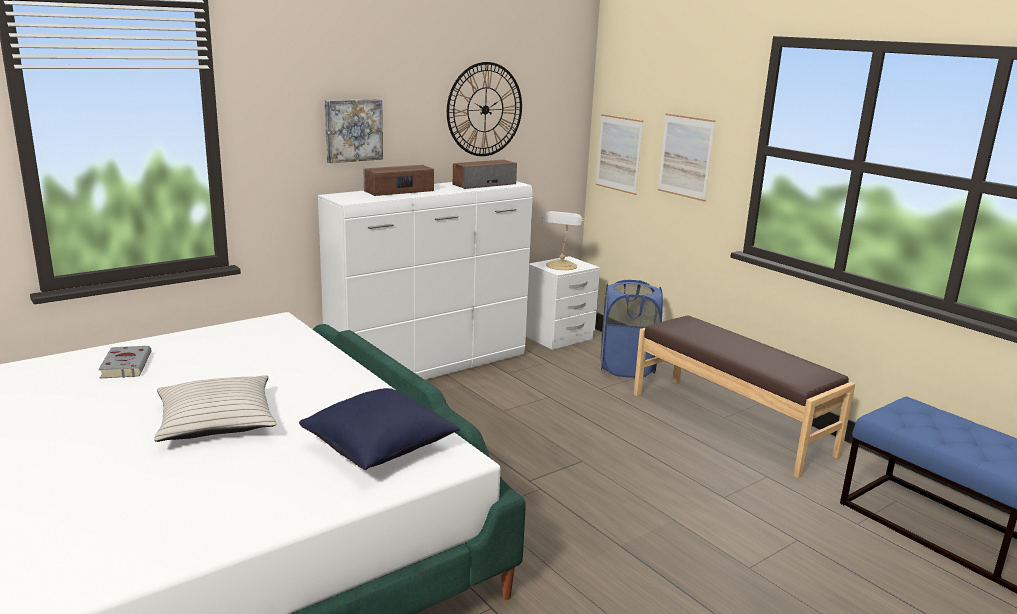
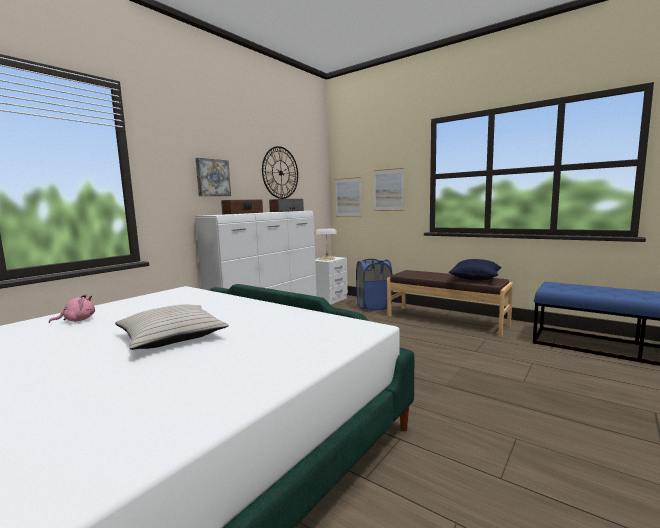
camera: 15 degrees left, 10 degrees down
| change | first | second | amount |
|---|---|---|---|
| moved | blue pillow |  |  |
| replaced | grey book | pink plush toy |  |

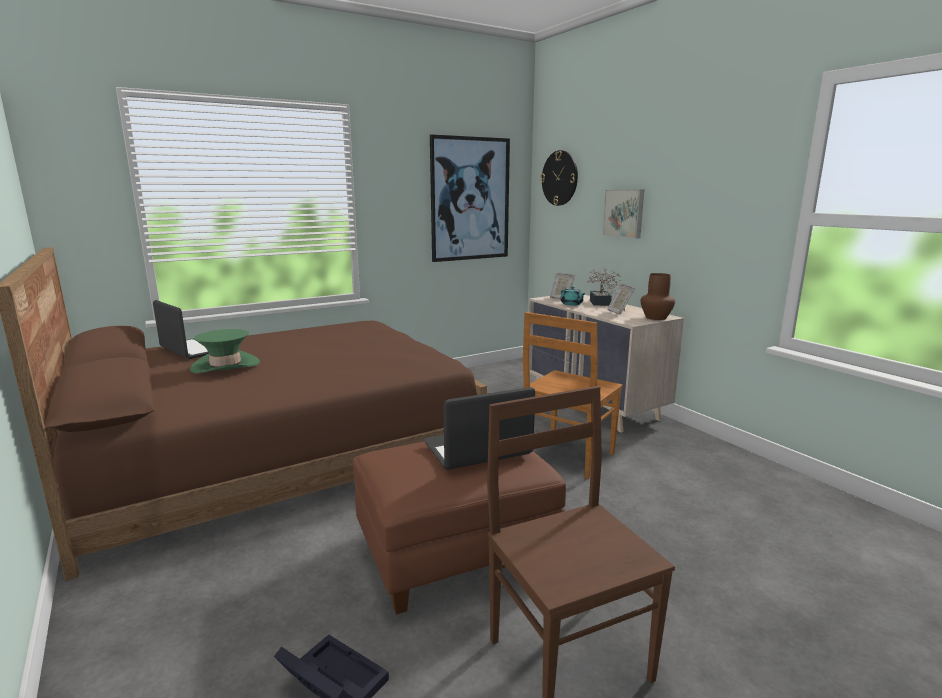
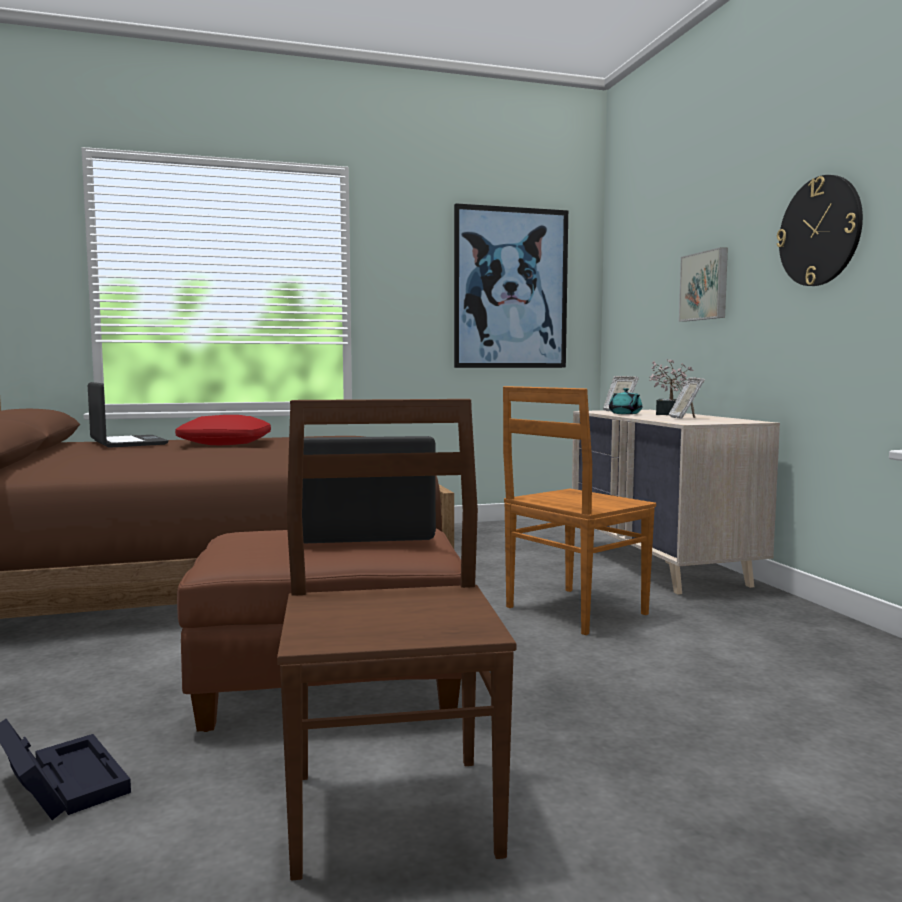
camera: 15 degrees right, 10 degrees down
| change | first | second | amount |
|---|---|---|---|
| removed | green hat |  |  |
| removed | brown vase |  |  |
| added |  | red pillow |  |
| moved | wall clock |  |  |

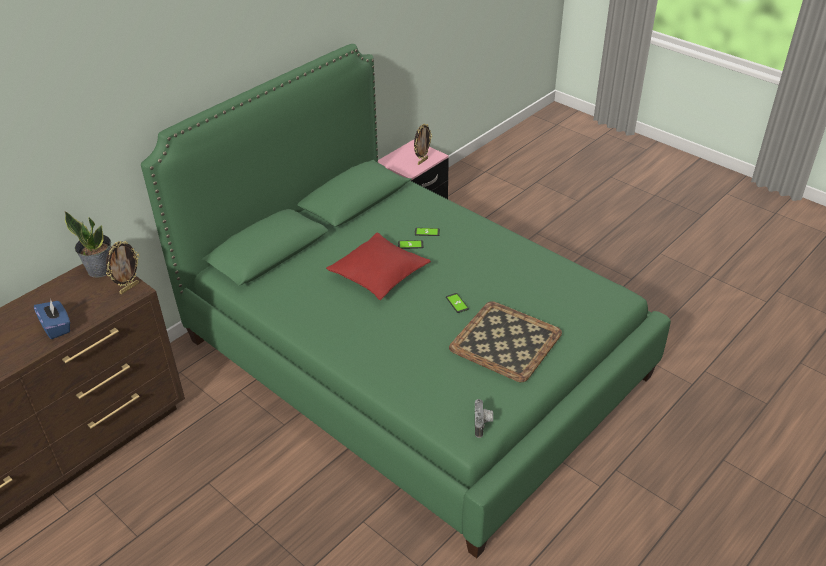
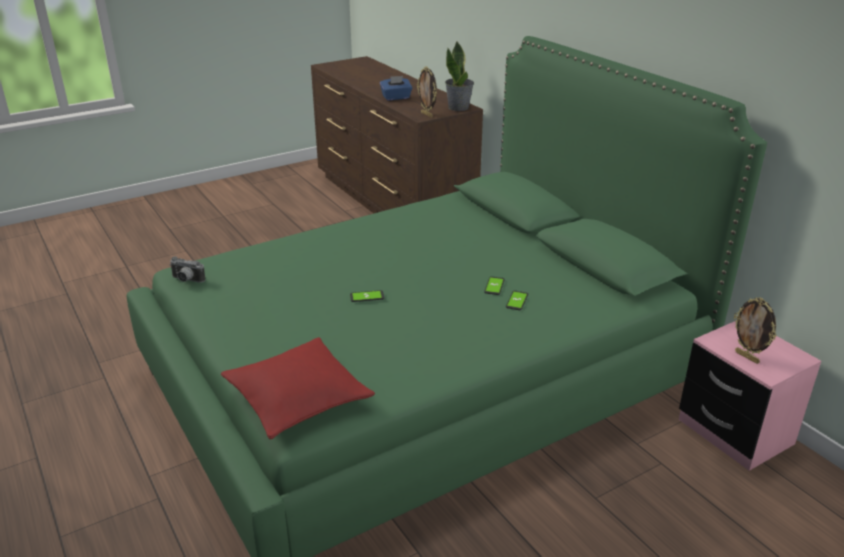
camera: 105 degrees right, 10 degrees down
| change | first | second | amount |
|---|---|---|---|
| removed | tray |  |  |
| moved | red pillow |  |  |

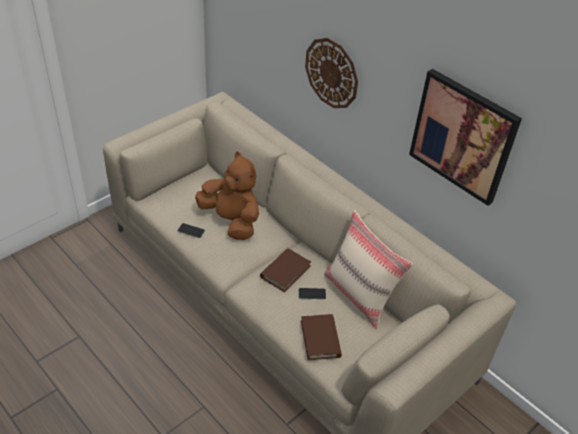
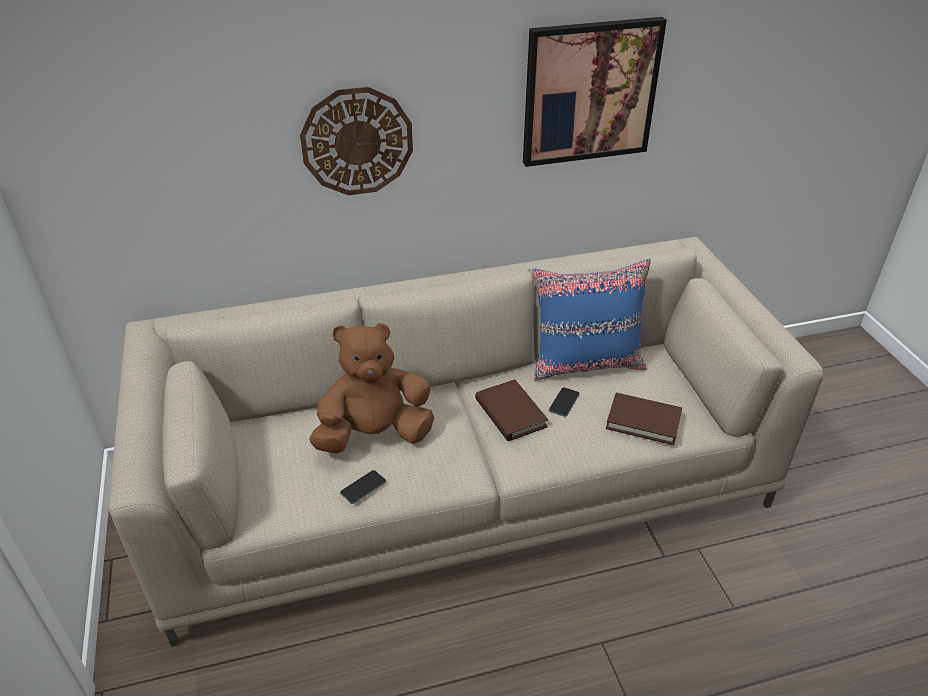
camera: 60 degrees left, 5 degrees down
| change | first | second | amount |
|---|---|---|---|
| recoloured | beige pillow | blue pillow |  |

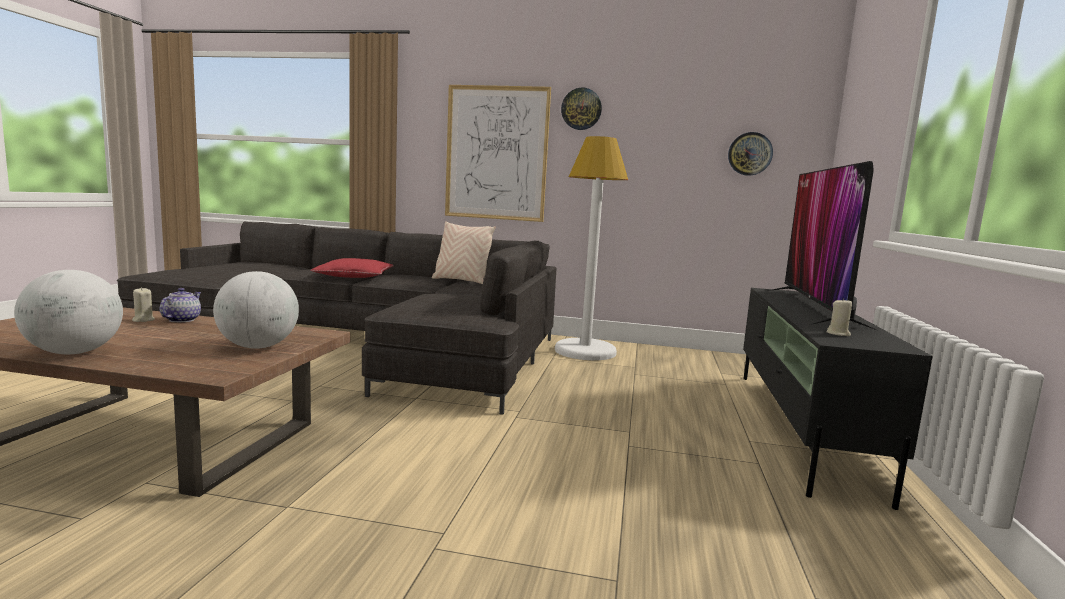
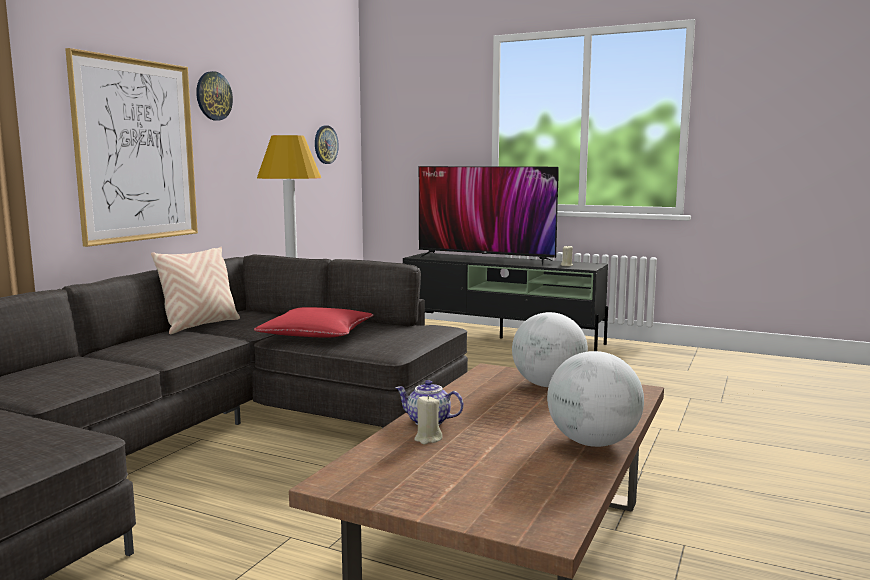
camera: 75 degrees left, 0 degrees up
| change | first | second | amount |
|---|---|---|---|
| moved | red pillow |  |  |

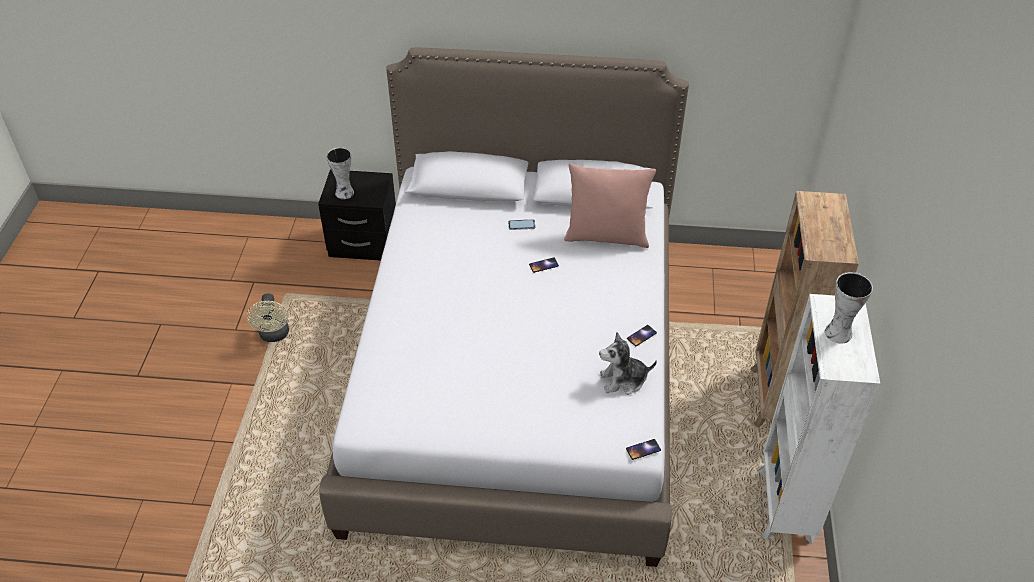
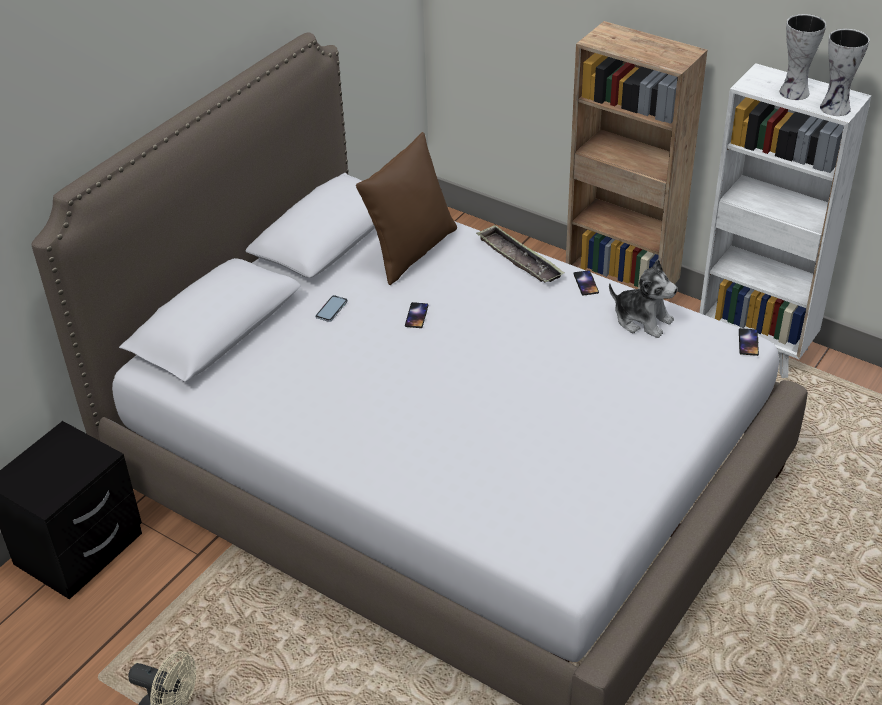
camera: 60 degrees left, 5 degrees down
| change | first | second | amount |
|---|---|---|---|
| added |  | tray |  |
| moved | vase (1st from left in the first image) | vase (2nd from left) |  |
| recoloured | pink pillow | brown pillow |  |
| turned | plush toy |  | 75 degrees counterclockwise |

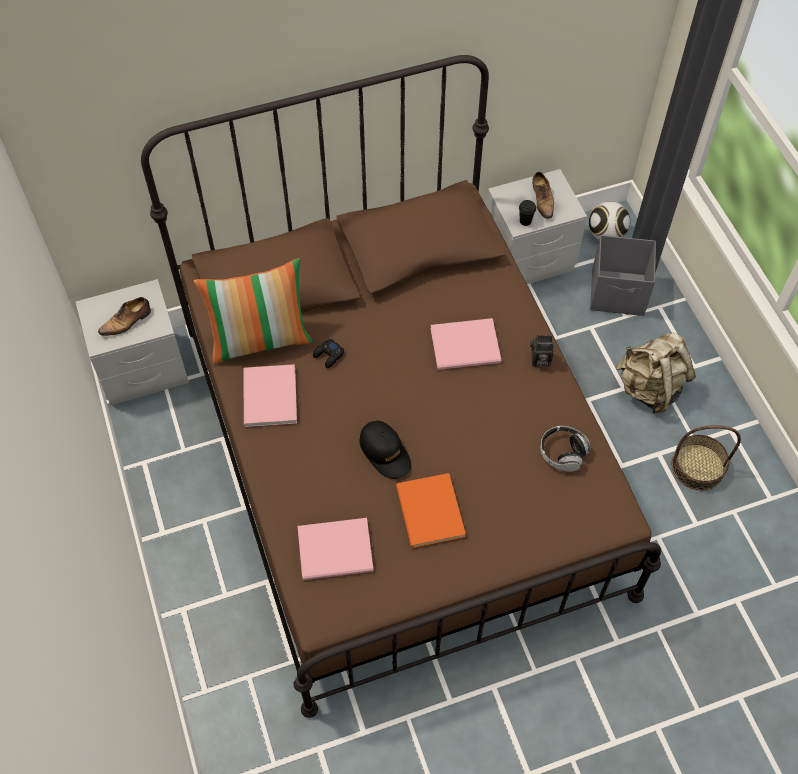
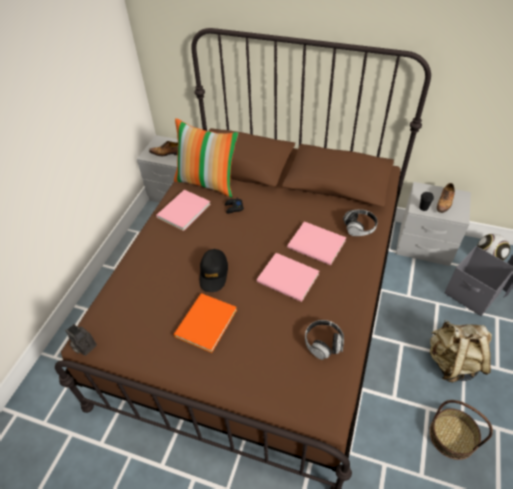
camera: 40 degrees right, 10 degrees down
| change | first | second | amount |
|---|---|---|---|
| added |  | headphones (2nd from left) |  |
| moved | pink book (2nd from left) |  |  |
| moved | photo camera |  |  |

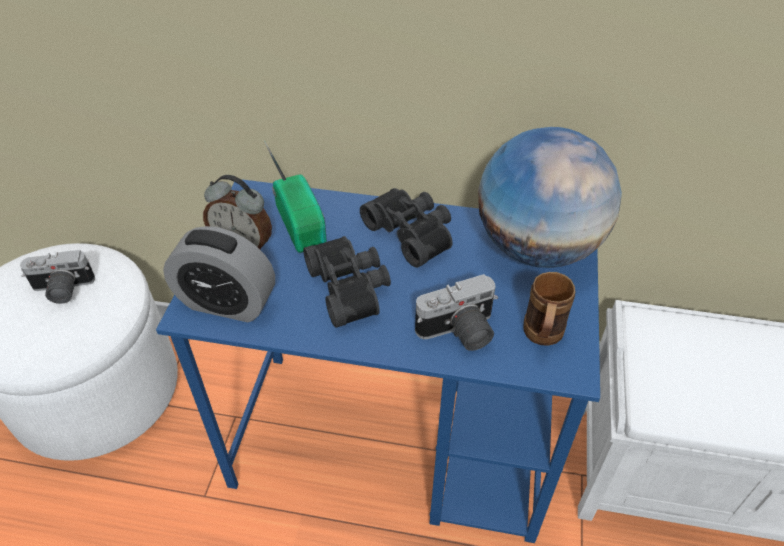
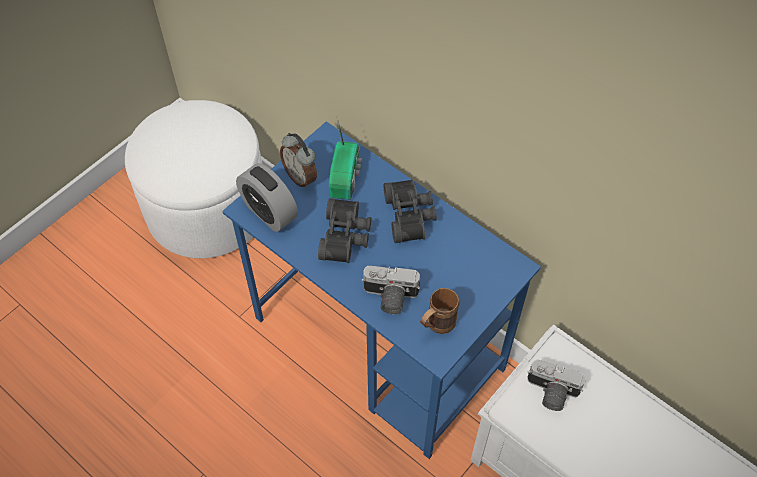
camera: 30 degrees right, 10 degrees up
| change | first | second | amount |
|---|---|---|---|
| removed | globe |  |  |
| moved | photo camera (1st from left in the first image) | photo camera (2nd from left) |  |

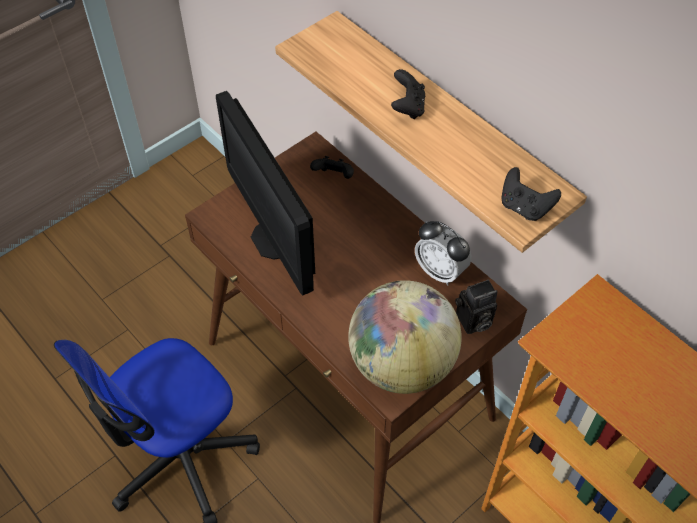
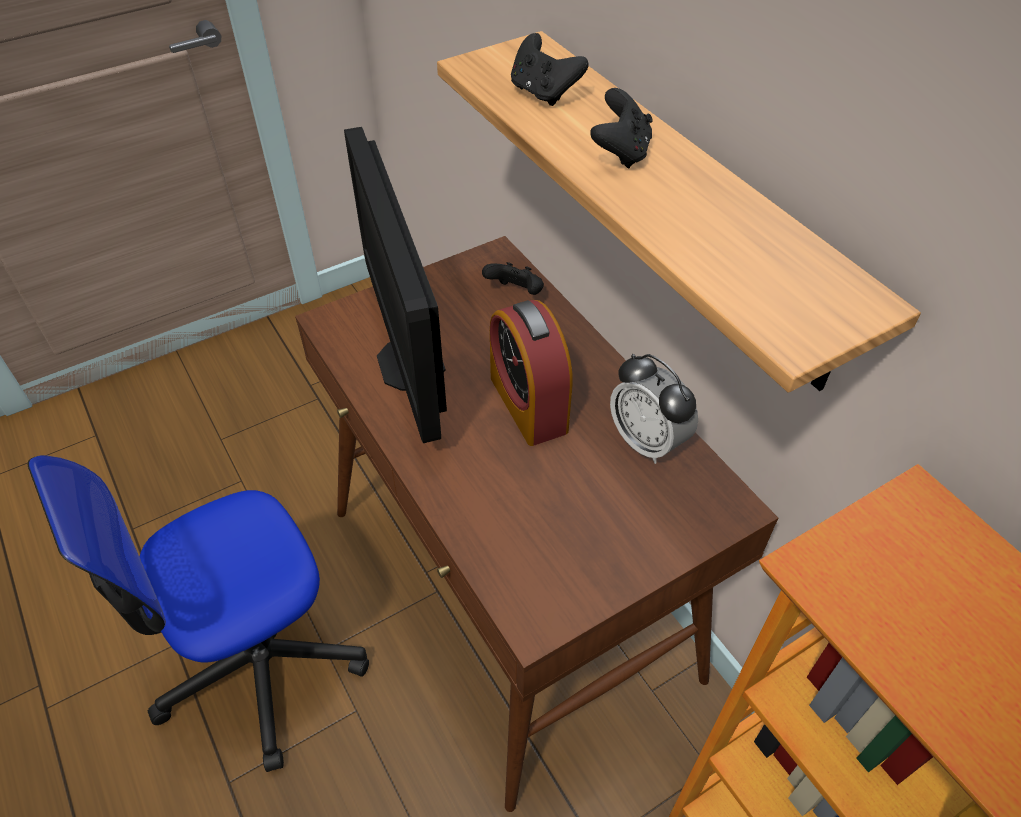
camera: 10 degrees right, 5 degrees down
| change | first | second | amount |
|---|---|---|---|
| removed | globe |  |  |
| removed | photo camera |  |  |
| added |  | alarm clock (1st from left) |  |
| moved | black game controller (3rd from left in the first image) | black game controller (2nd from left) |  |

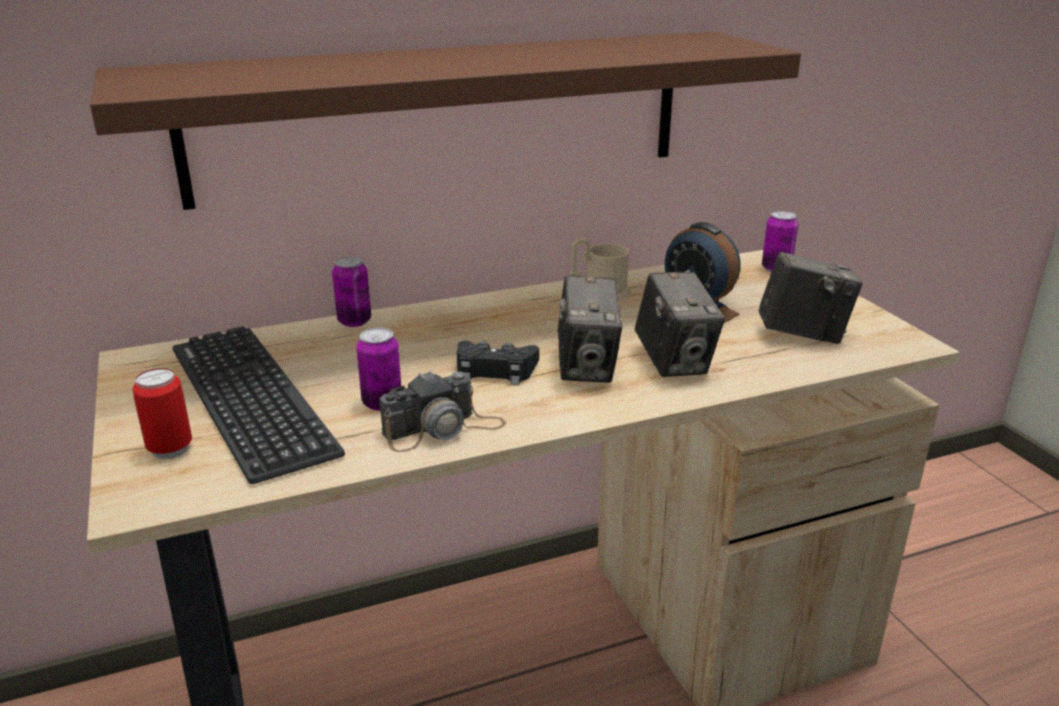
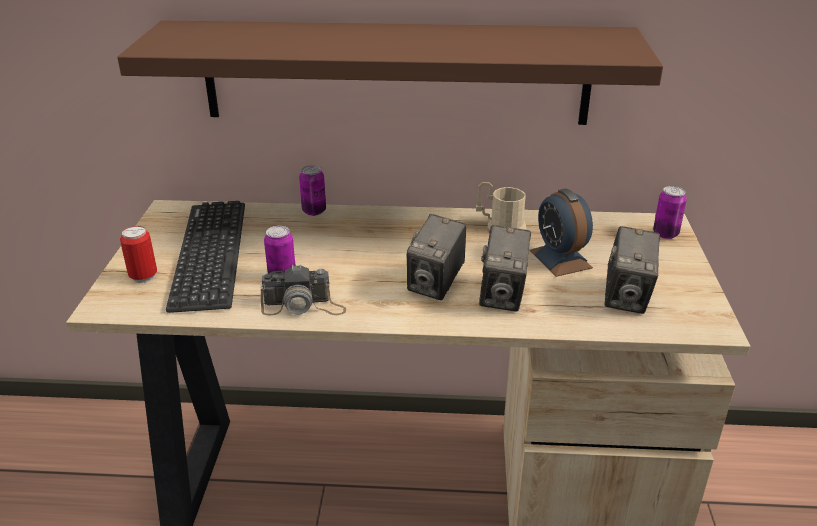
camera: 25 degrees right, 5 degrees up
| change | first | second | amount |
|---|---|---|---|
| removed | black game controller |  |  |
| turned | photo camera (4th from left) |  | 75 degrees clockwise |

